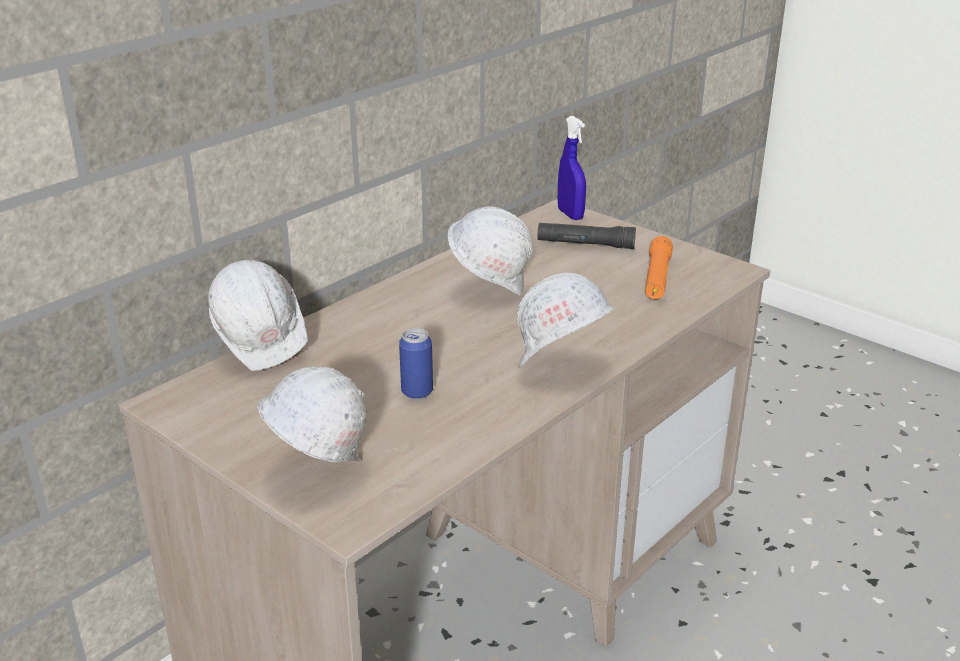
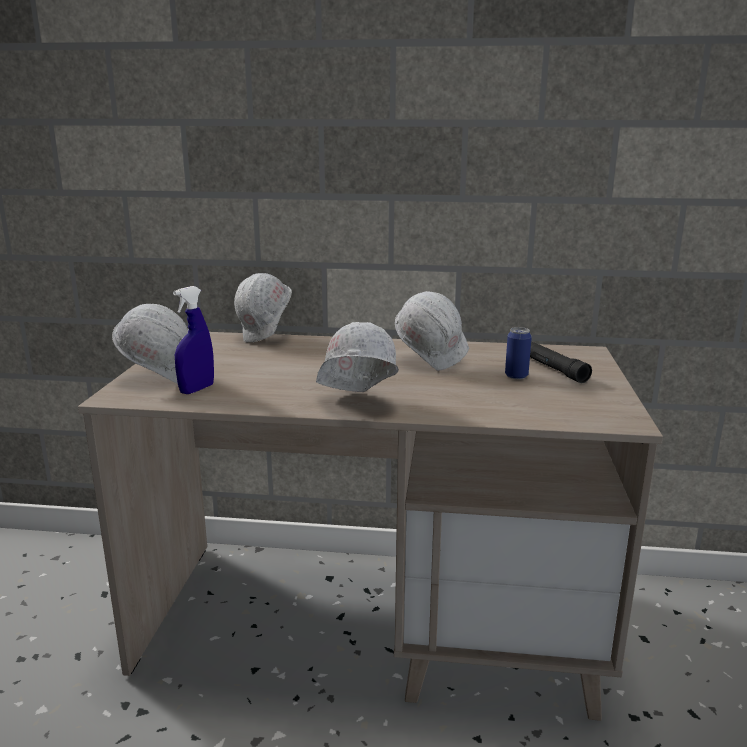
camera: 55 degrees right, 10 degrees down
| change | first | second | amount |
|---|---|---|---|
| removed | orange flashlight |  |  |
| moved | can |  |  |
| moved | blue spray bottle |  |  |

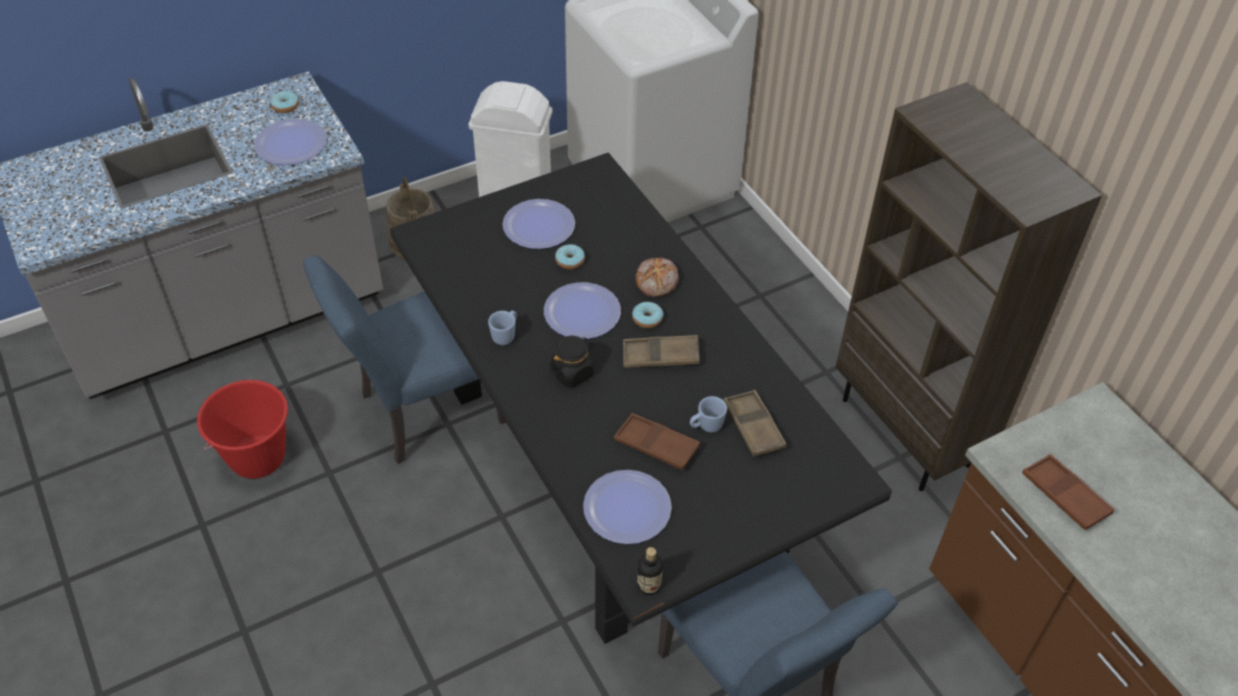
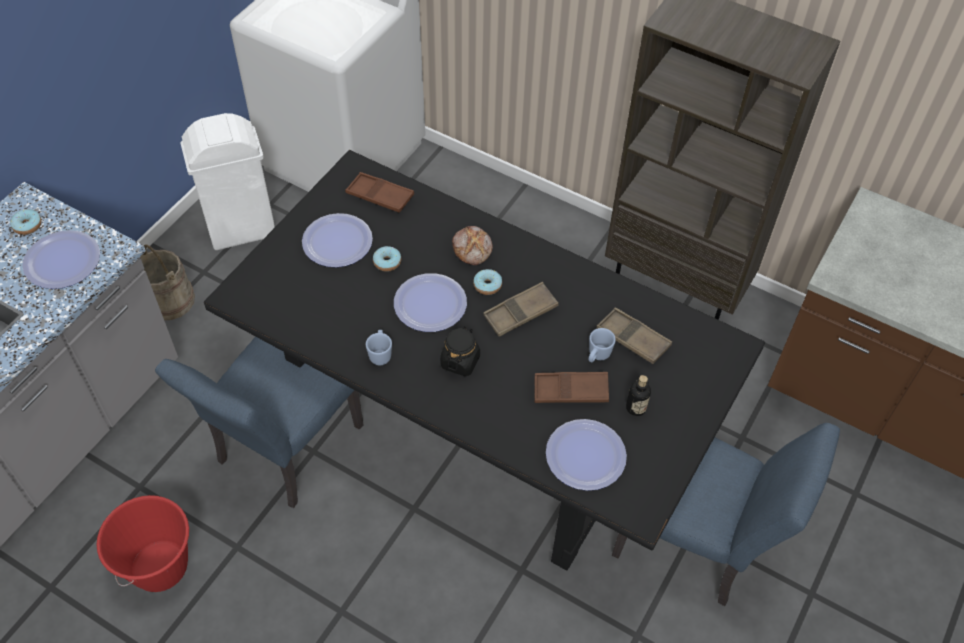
camera: 30 degrees left, 5 degrees up
| change | first | second | amount |
|---|---|---|---|
| moved | bottle |  |  |
| moved | brown tray (4th from left in the first image) | brown tray (1st from left) |  |

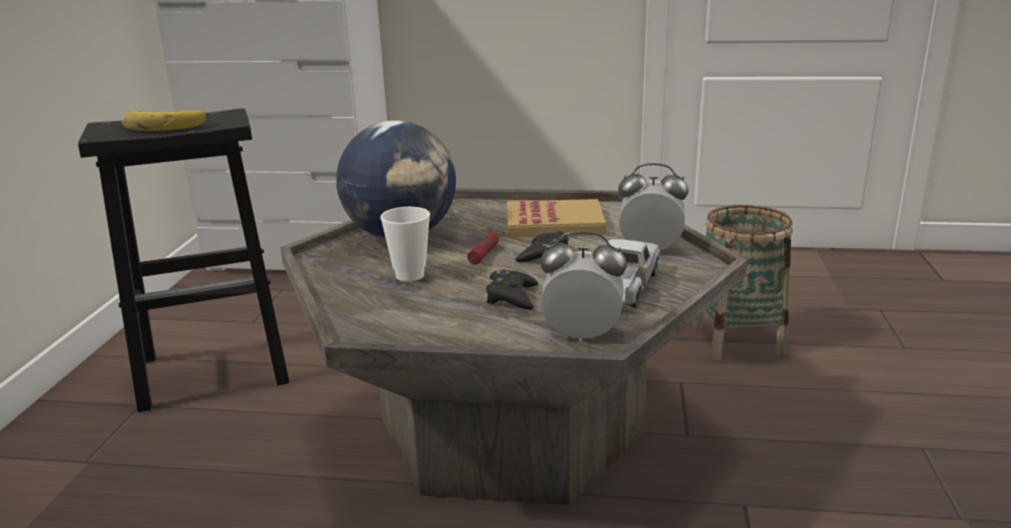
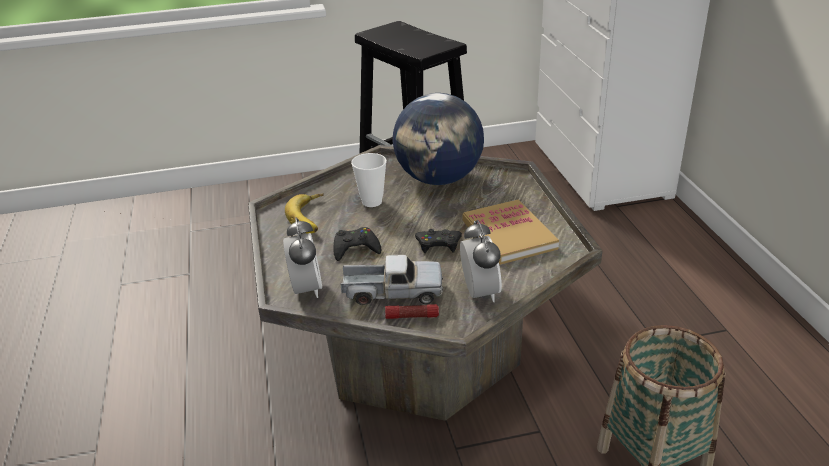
camera: 70 degrees right, 10 degrees up
| change | first | second | amount |
|---|---|---|---|
| moved | banana |  |  |
| moved | flashlight |  |  |

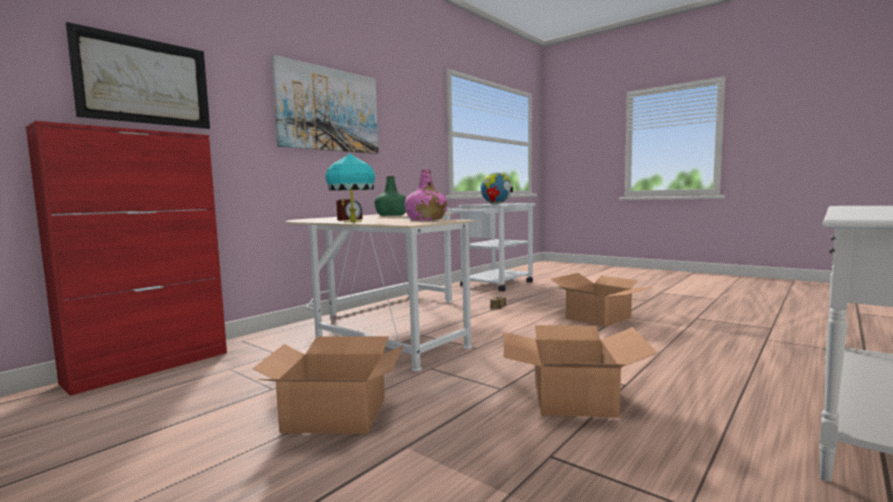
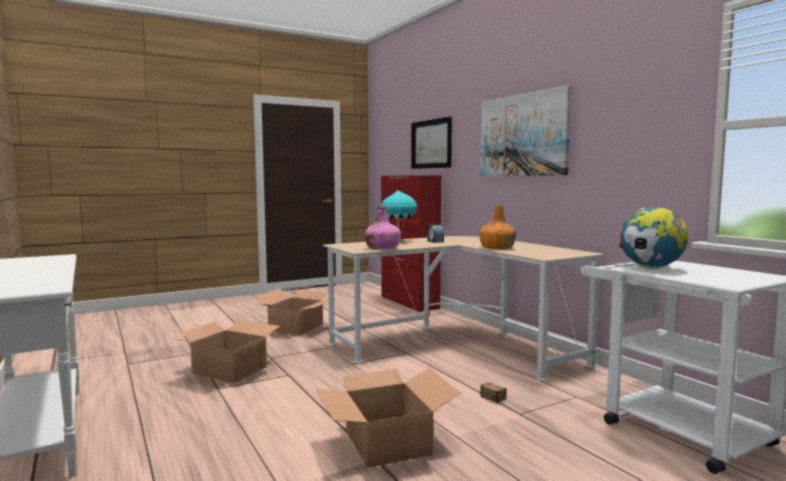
camera: 110 degrees right, 0 degrees up
| change | first | second | amount |
|---|---|---|---|
| recoloured | green bottle | orange bottle |  |

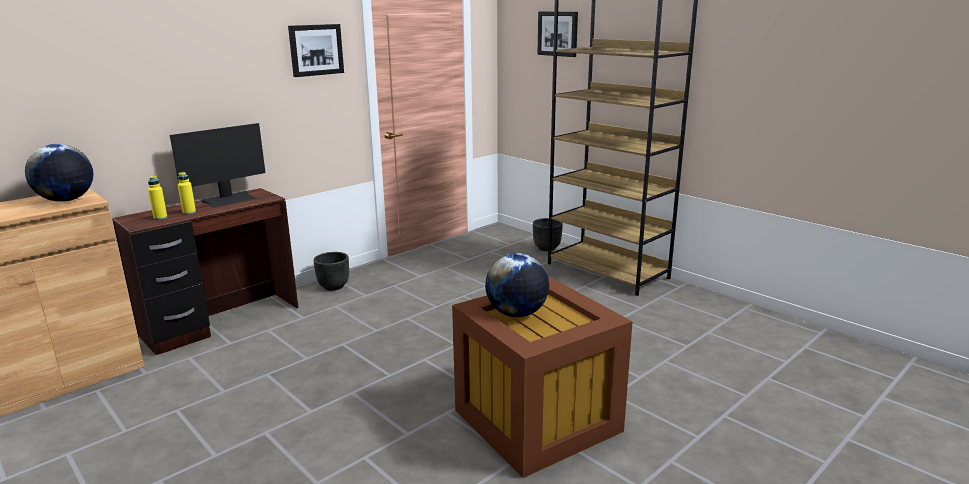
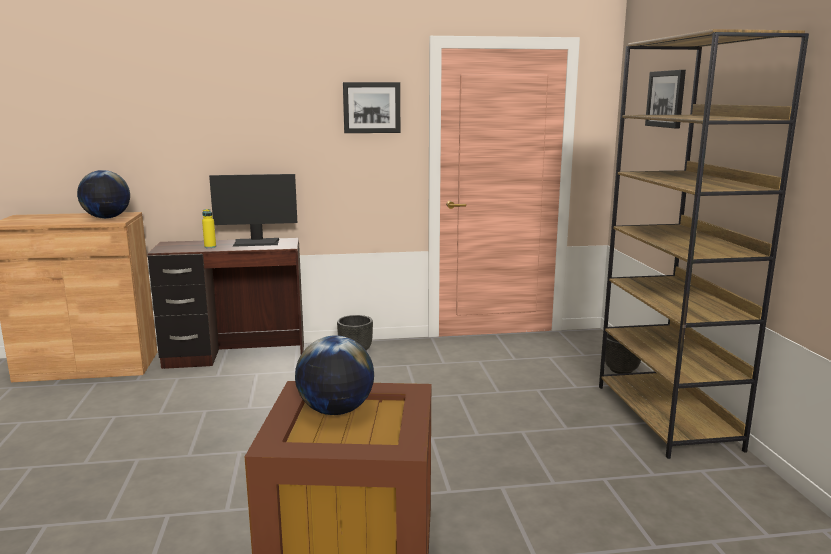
camera: 35 degrees right, 5 degrees down
| change | first | second | amount |
|---|---|---|---|
| removed | yellow bottle (1st from left) |  |  |

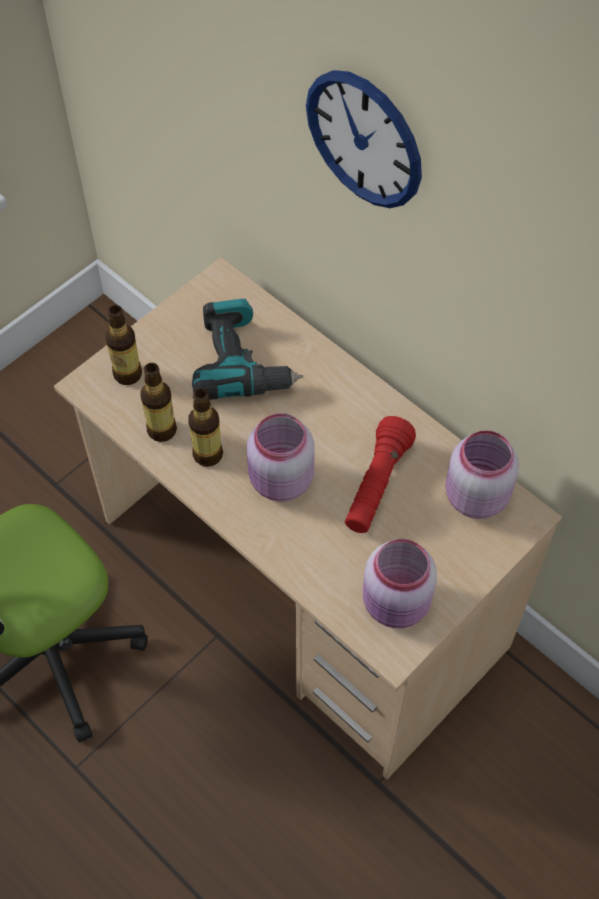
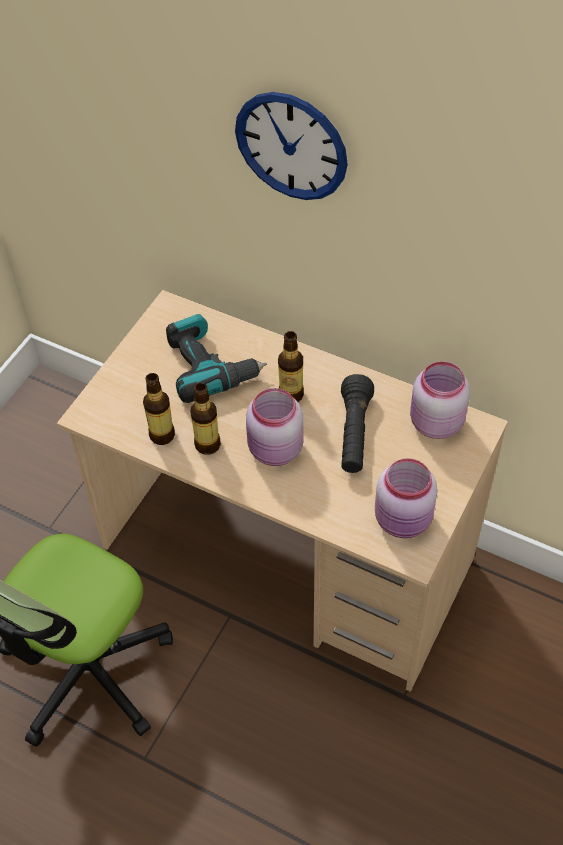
camera: 15 degrees left, 5 degrees down
| change | first | second | amount |
|---|---|---|---|
| moved | bottle (1st from left in the first image) | bottle (3rd from left) |  |
| recoloured | red flashlight | black flashlight |  |

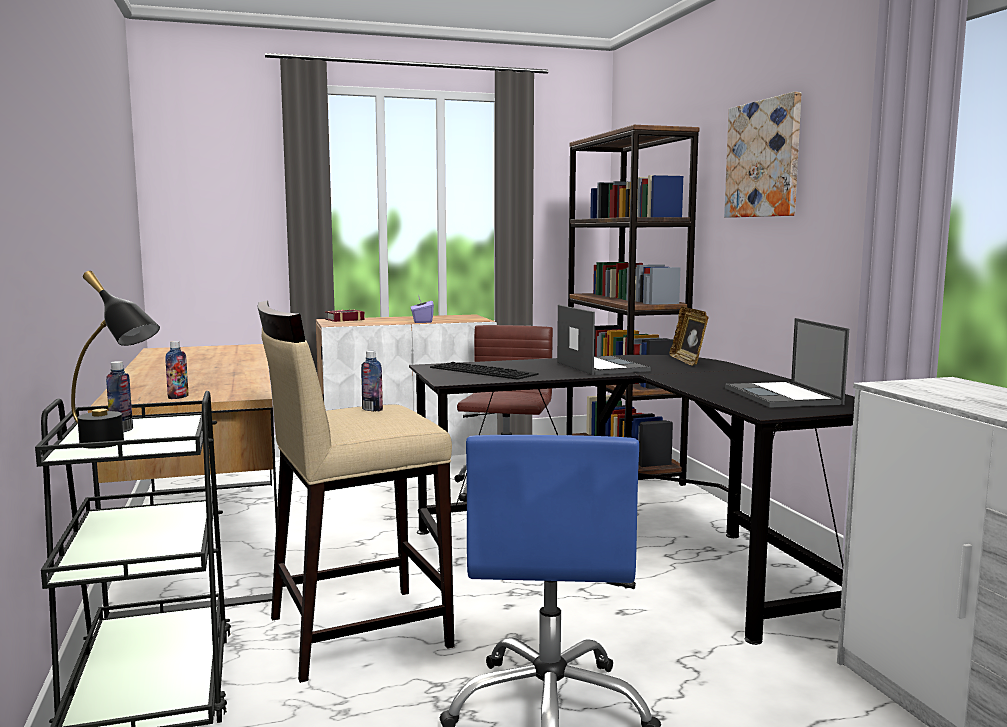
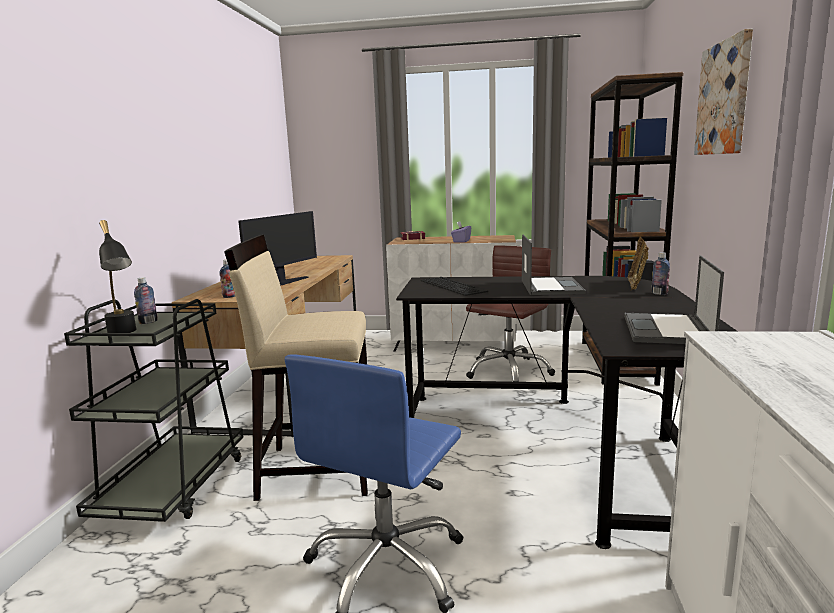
camera: 25 degrees right, 5 degrees up
| change | first | second | amount |
|---|---|---|---|
| added |  | monitor |  |
| moved | bottle (3rd from left) |  |  |

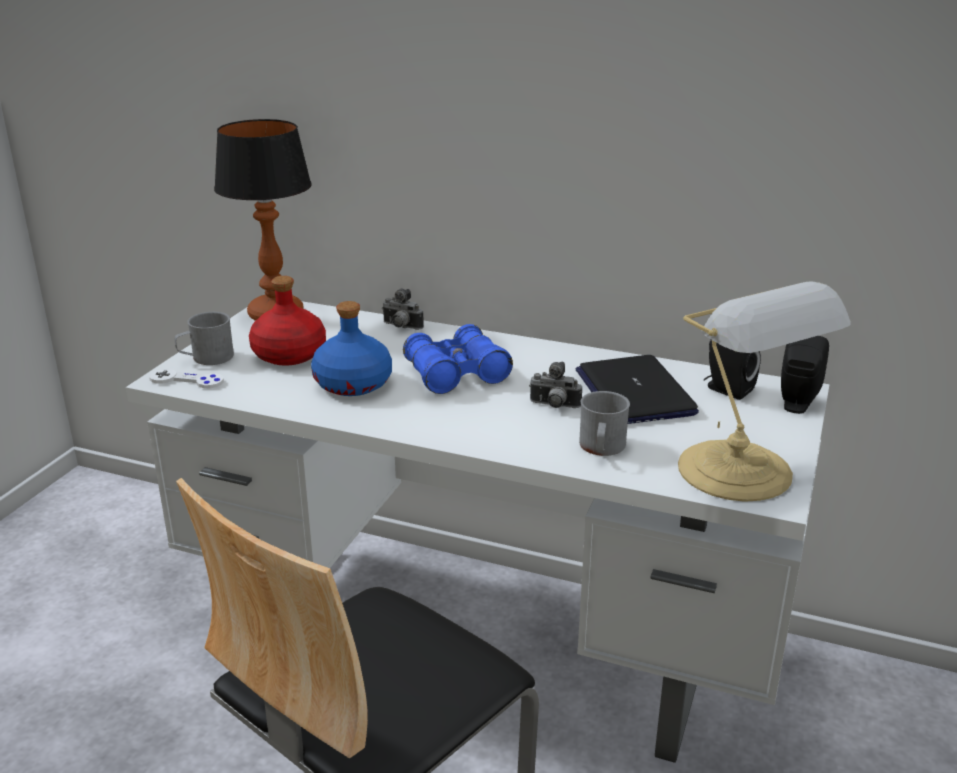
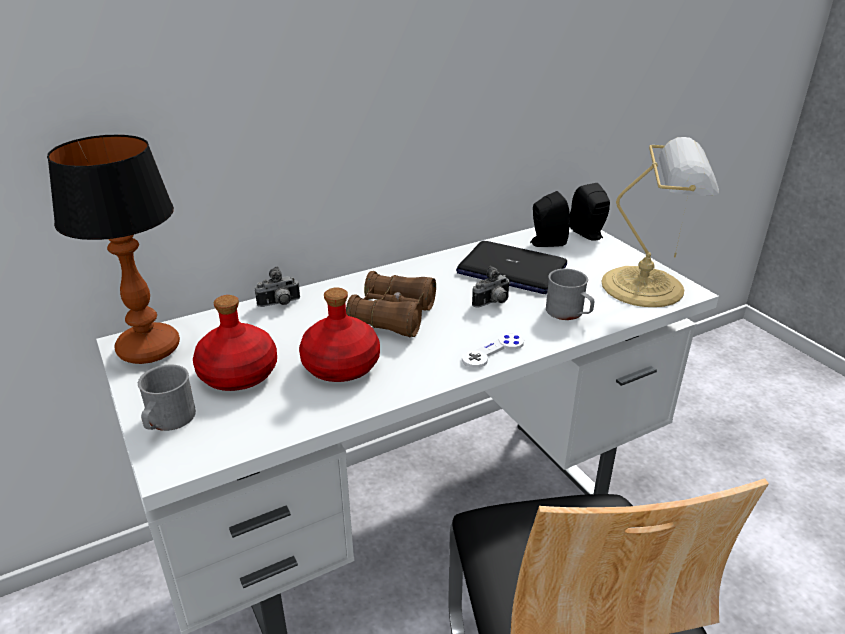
camera: 50 degrees left, 5 degrees up
| change | first | second | amount |
|---|---|---|---|
| moved | white game controller |  |  |
| recoloured | blue bottle | red bottle (2nd from left) |  |
| recoloured | blue binoculars | brown binoculars |  |

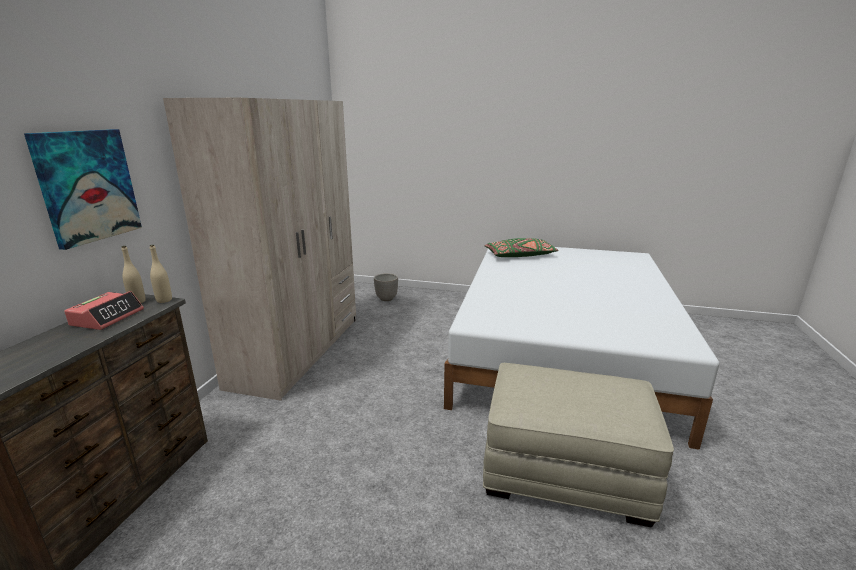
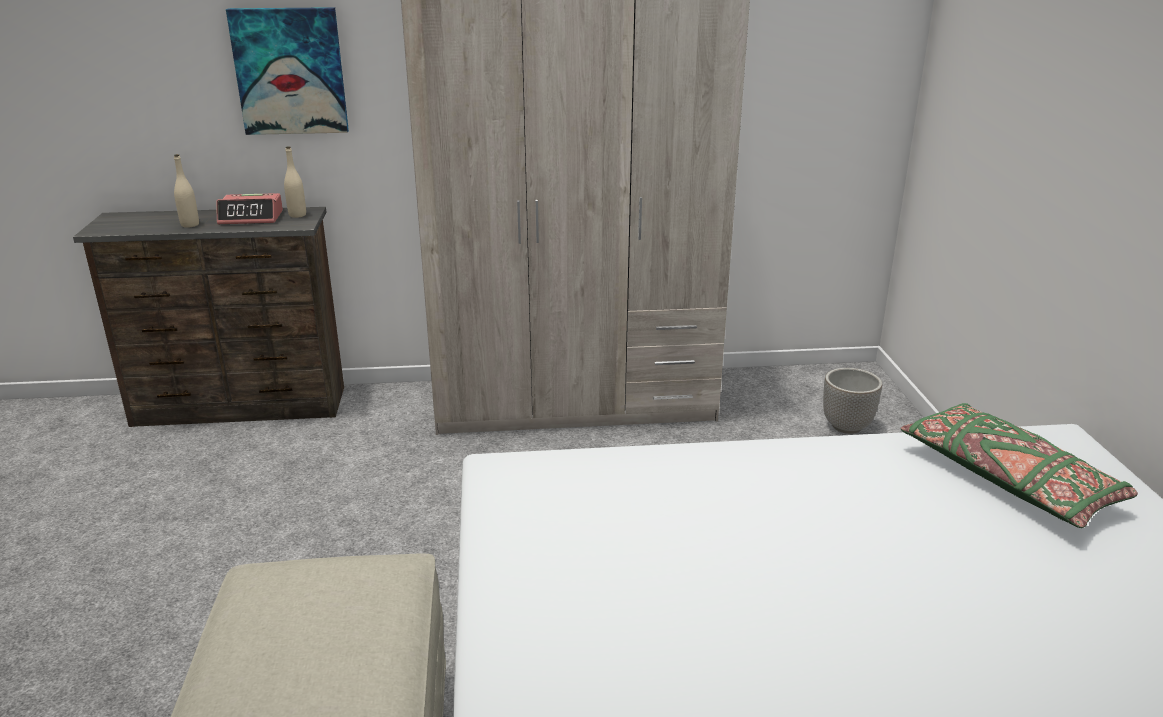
camera: 70 degrees right, 5 degrees up
| change | first | second | amount |
|---|---|---|---|
| moved | beige bottle (2nd from left in the first image) | beige bottle (1st from left) |  |

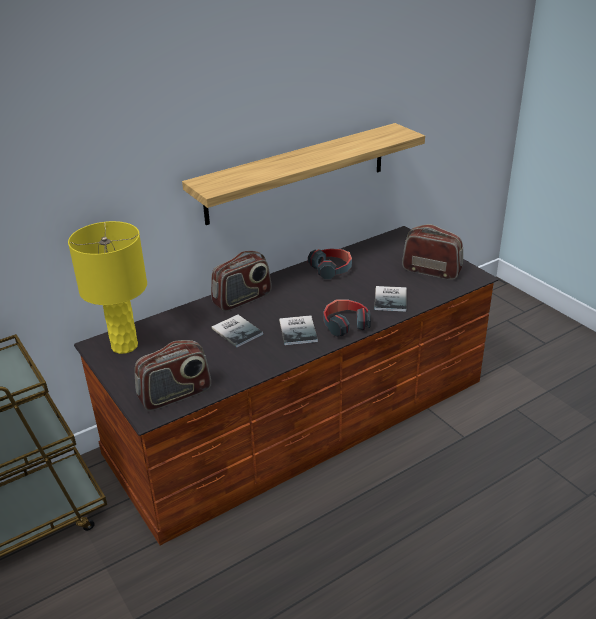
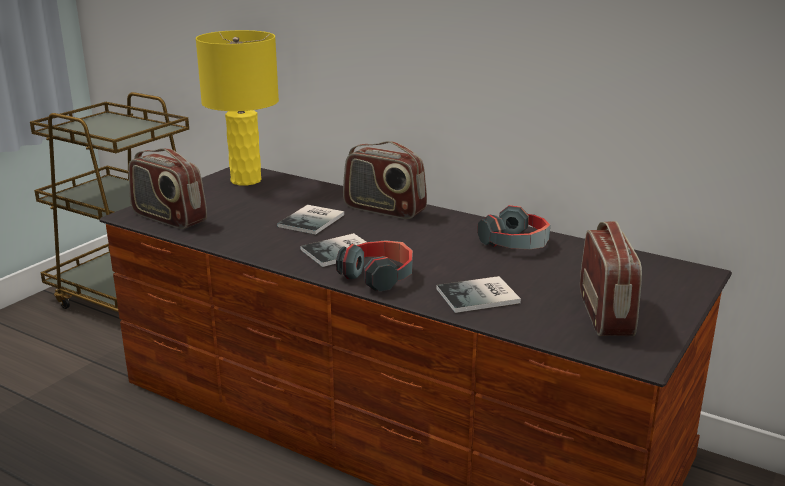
camera: 65 degrees right, 10 degrees down
| change | first | second | amount |
|---|---|---|---|
| removed | shelf |  |  |

